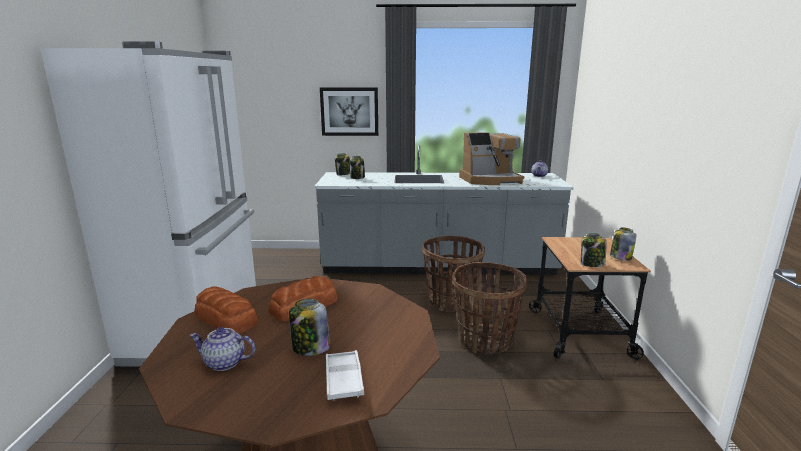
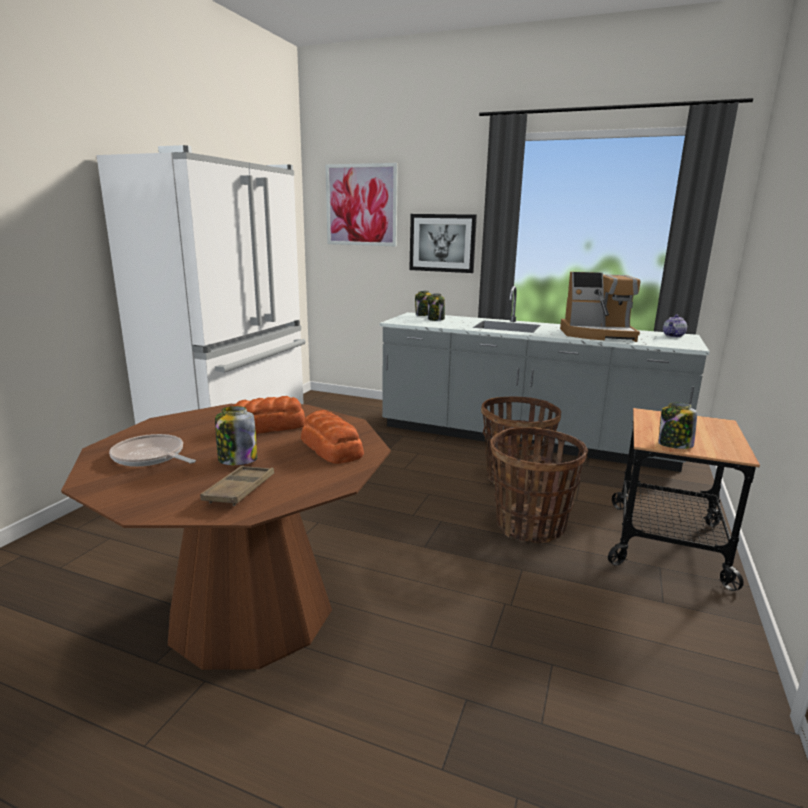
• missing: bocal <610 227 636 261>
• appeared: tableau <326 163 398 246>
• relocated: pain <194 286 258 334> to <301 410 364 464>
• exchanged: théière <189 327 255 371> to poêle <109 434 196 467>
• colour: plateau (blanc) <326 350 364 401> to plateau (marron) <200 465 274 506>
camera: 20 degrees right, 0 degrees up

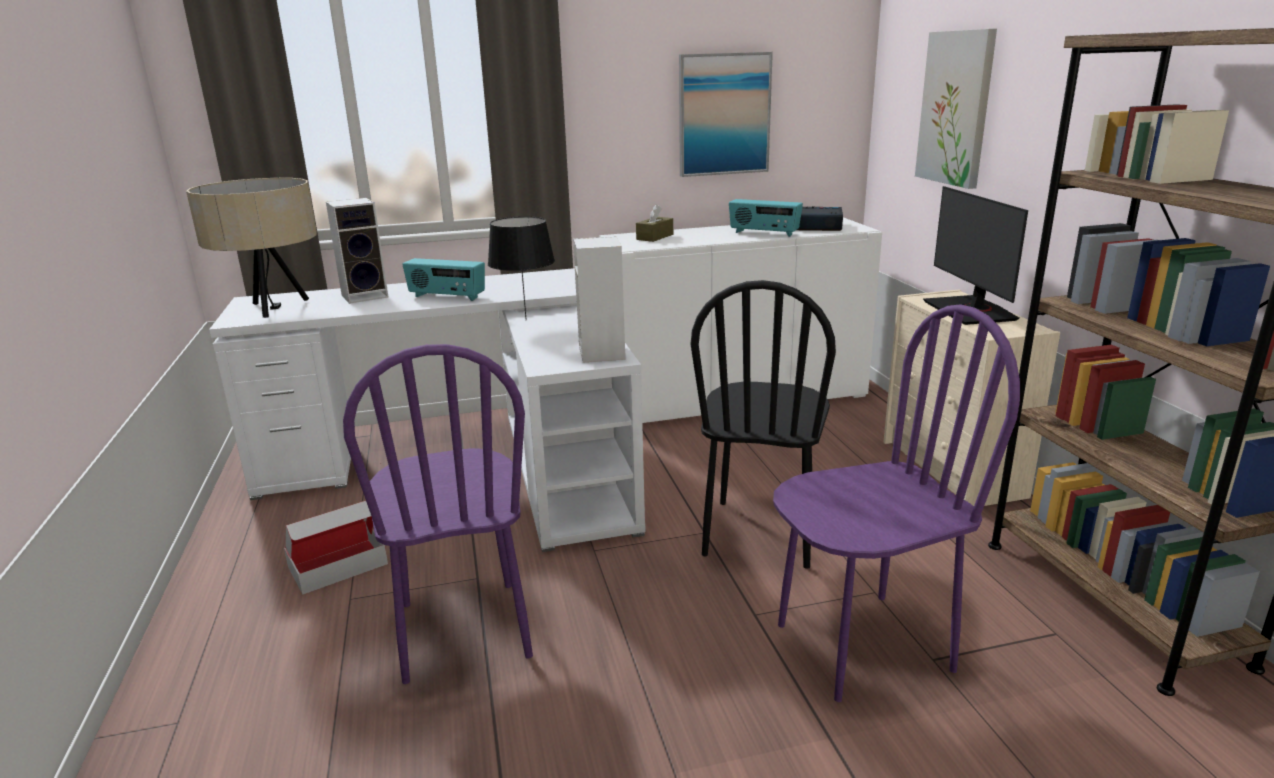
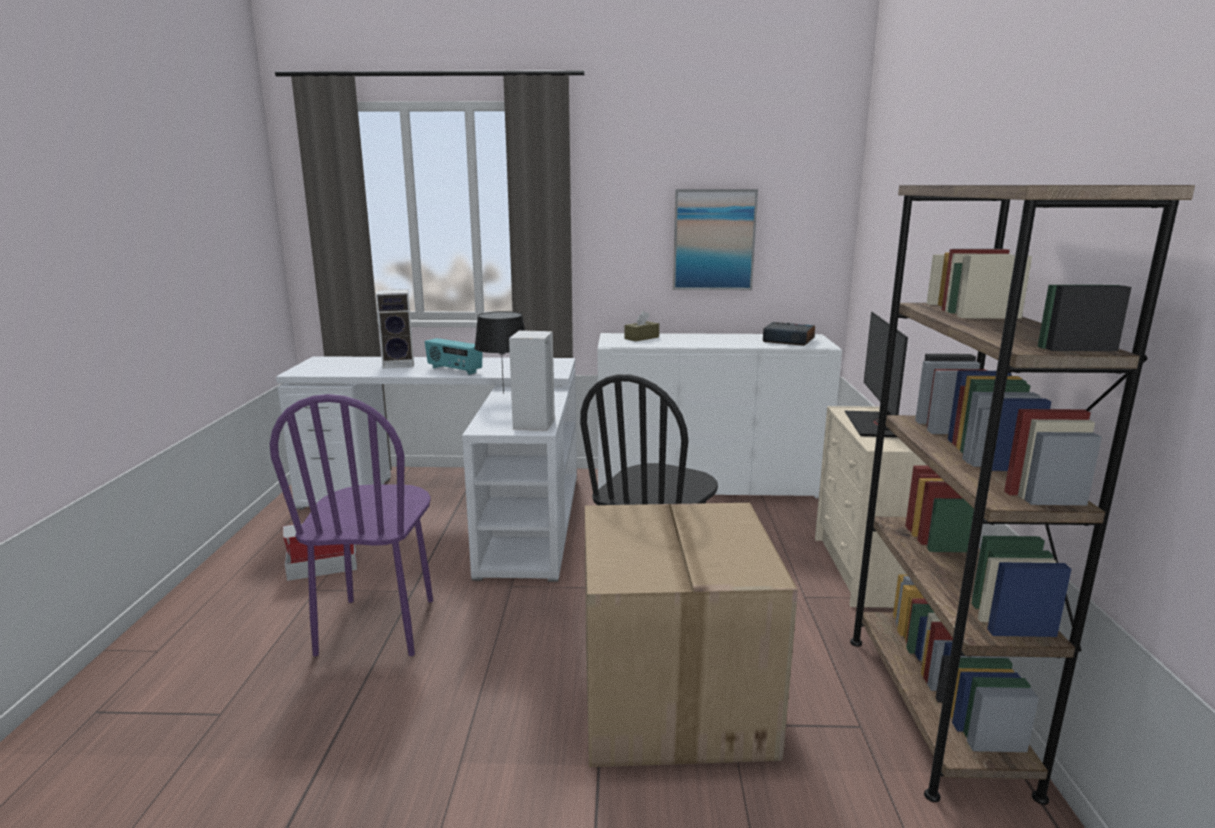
• missing: lampe de table (beige) <186 178 317 318>
• missing: radio <729 199 803 237>
• missing: tableau <915 29 997 189>
• exchanged: chaise (violet) <773 304 1020 702> to carton <585 503 798 767>
camera: 15 degrees right, 5 degrees down

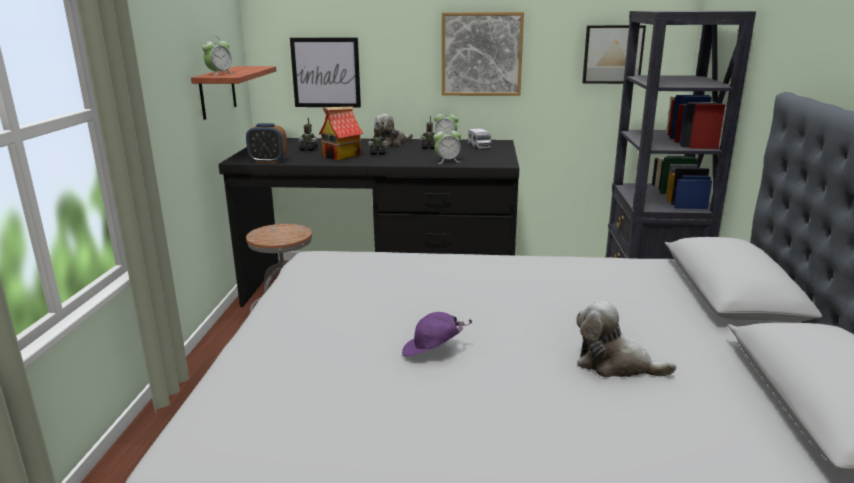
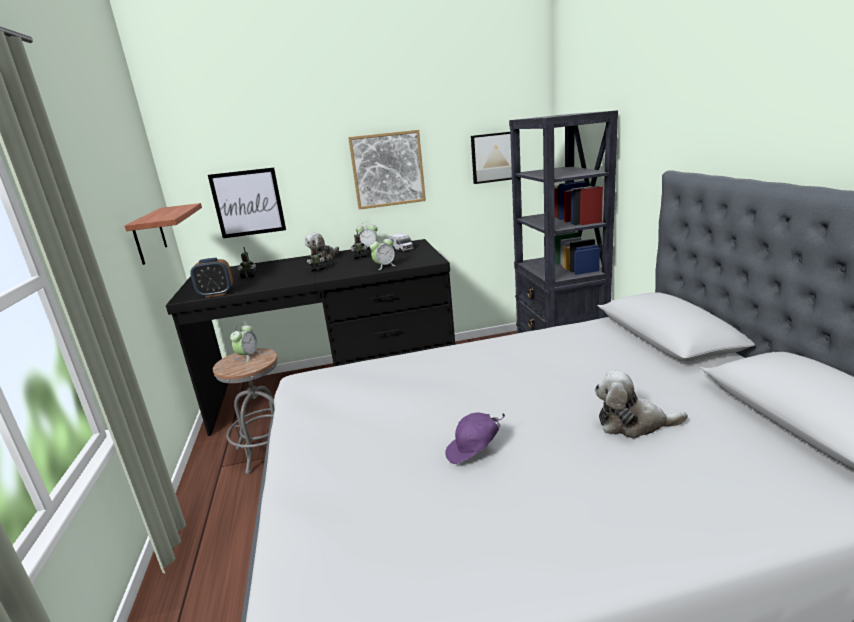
• missing: maison miniature <319 106 363 160>
• relocated: réveil <202 36 234 76> to <230 323 261 362>
camera: 15 degrees left, 0 degrees up

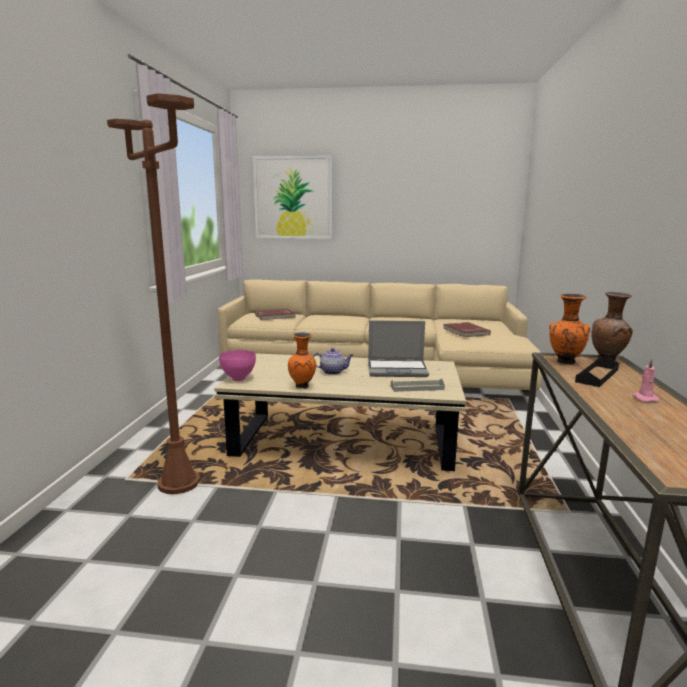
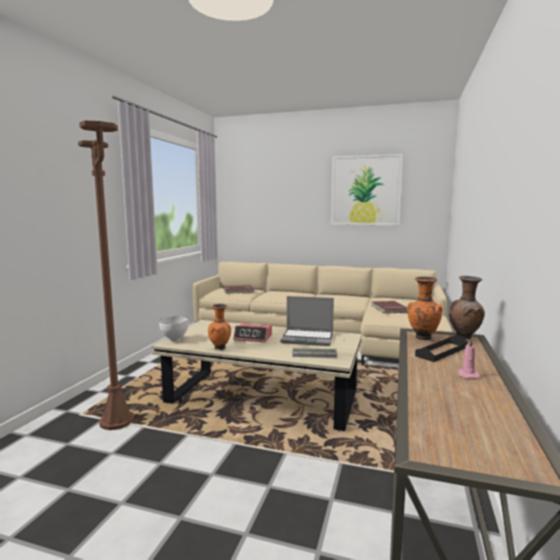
• relocated: tableau <253 156 333 239> to <331 154 403 225>
• exchanged: théière <313 348 353 375> to réveil <233 323 272 342>
• colour: bol (rose) <219 350 256 381> to bol (blanc) <159 316 189 342>
camera: 10 degrees right, 5 degrees down

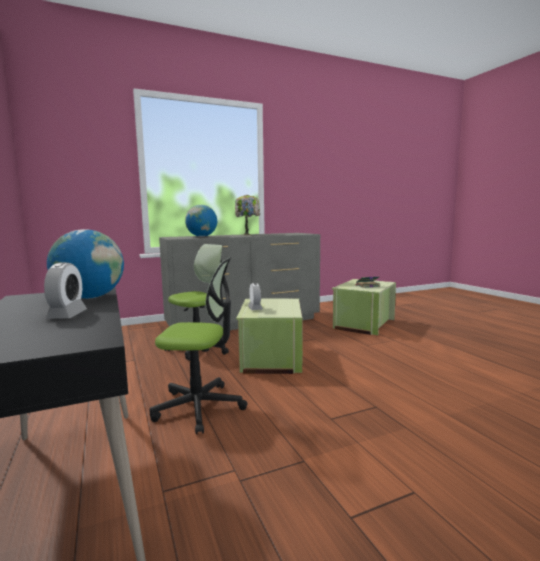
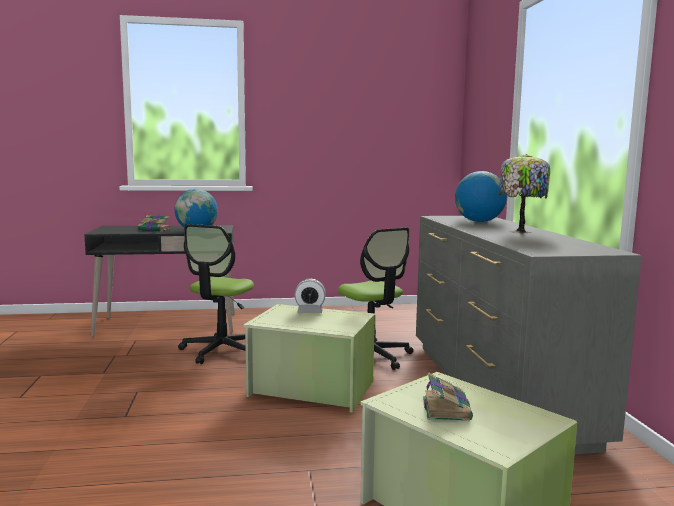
• exchanged: réveil <44 262 87 319> to livre <138 215 171 232>
camera: 105 degrees right, 0 degrees up

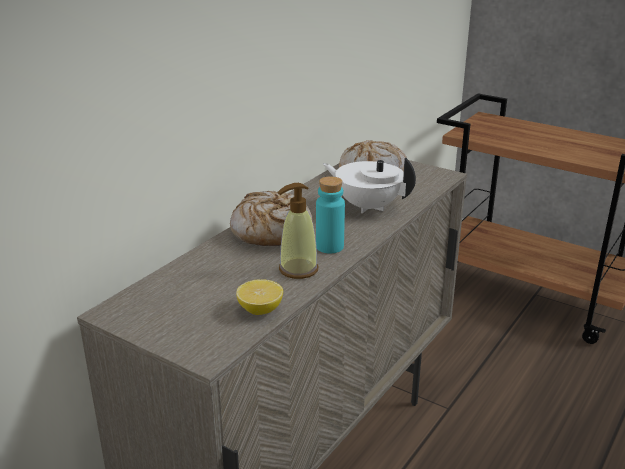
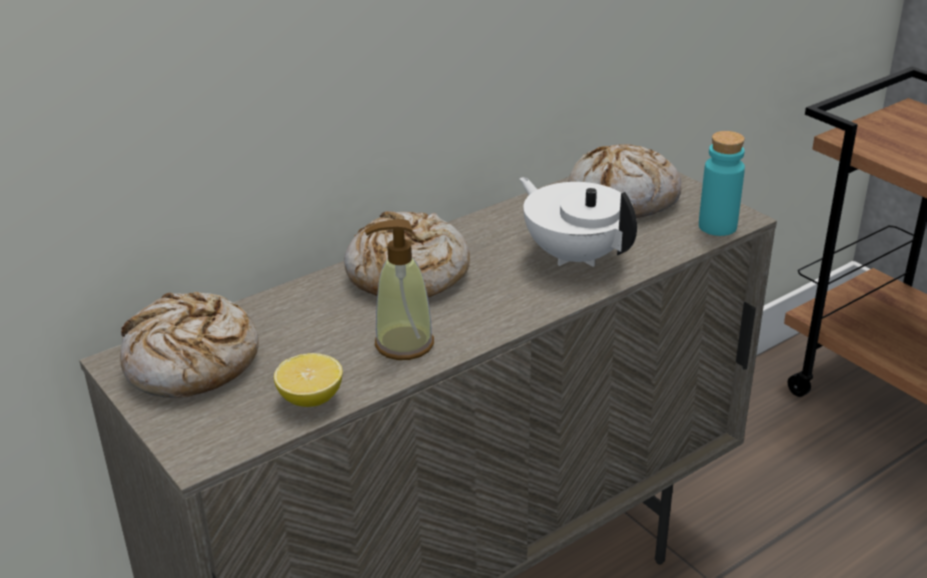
• appeared: pain <120 291 259 398>
• relocated: bouteille (turquoise) <316 176 345 253> to <699 131 745 236>
camera: 20 degrees right, 5 degrees up

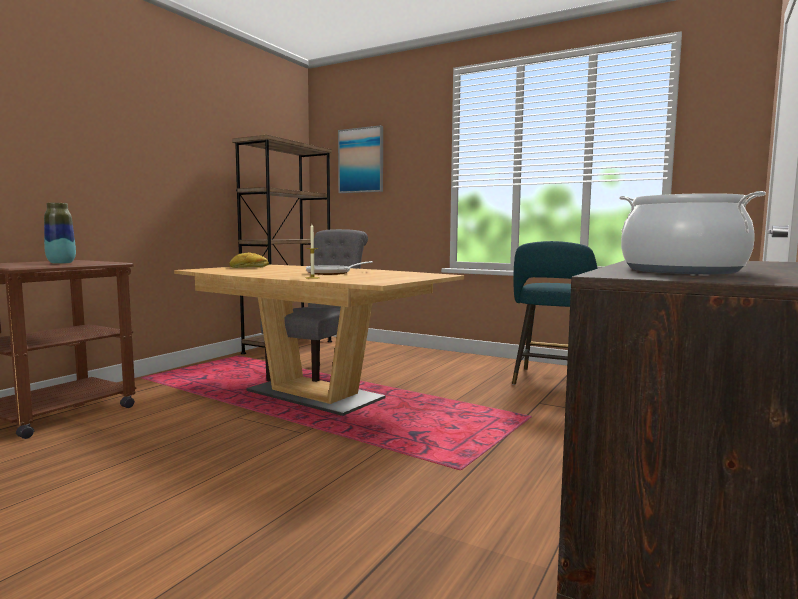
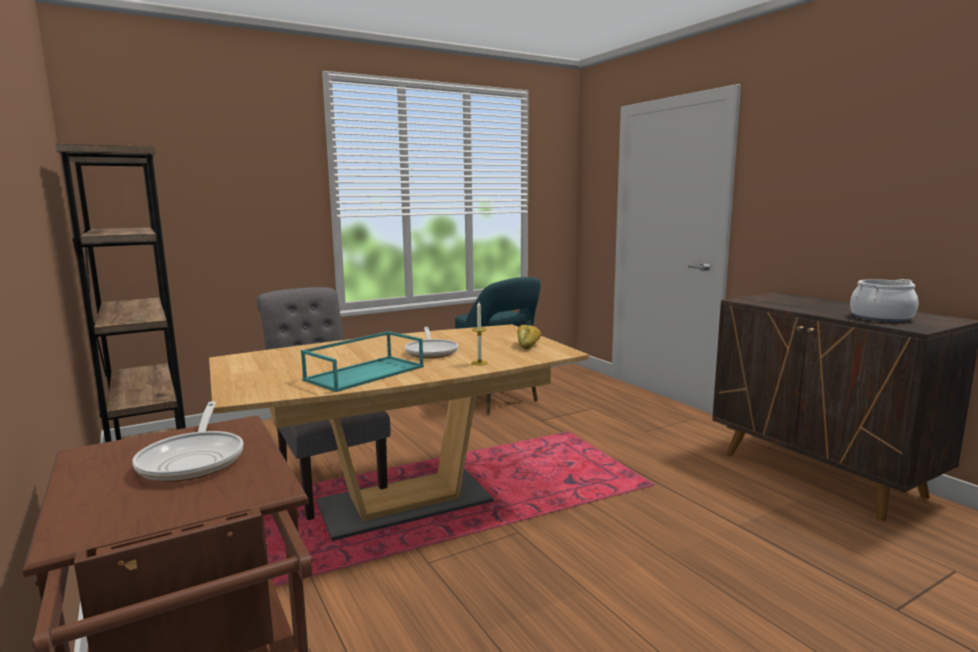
• missing: tableau <338 125 383 193>
• appeared: plateau (turquoise) <301 331 424 392>
• relocated: pain <229 252 269 268> to <517 325 541 349>
• exchanged: vase <44 203 76 264> to poêle <132 401 243 482>
camera: 60 degrees left, 5 degrees up

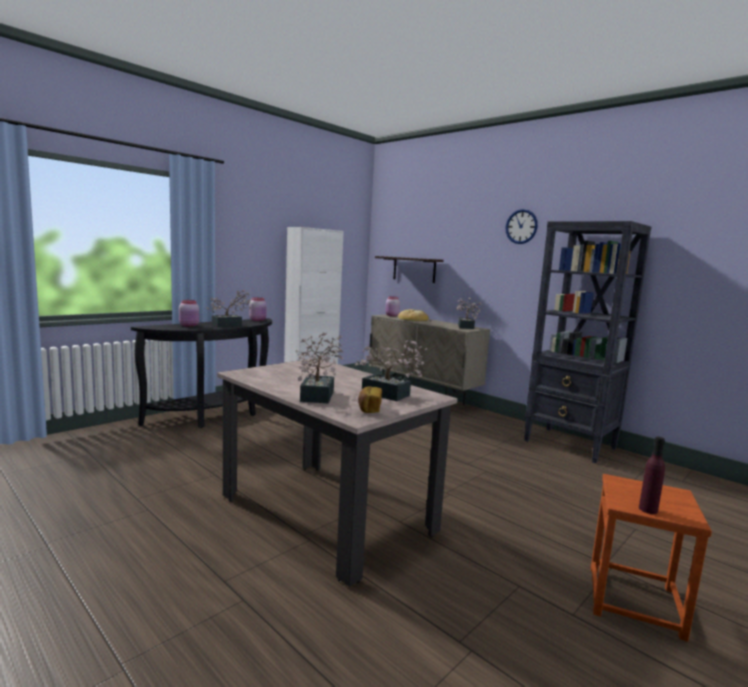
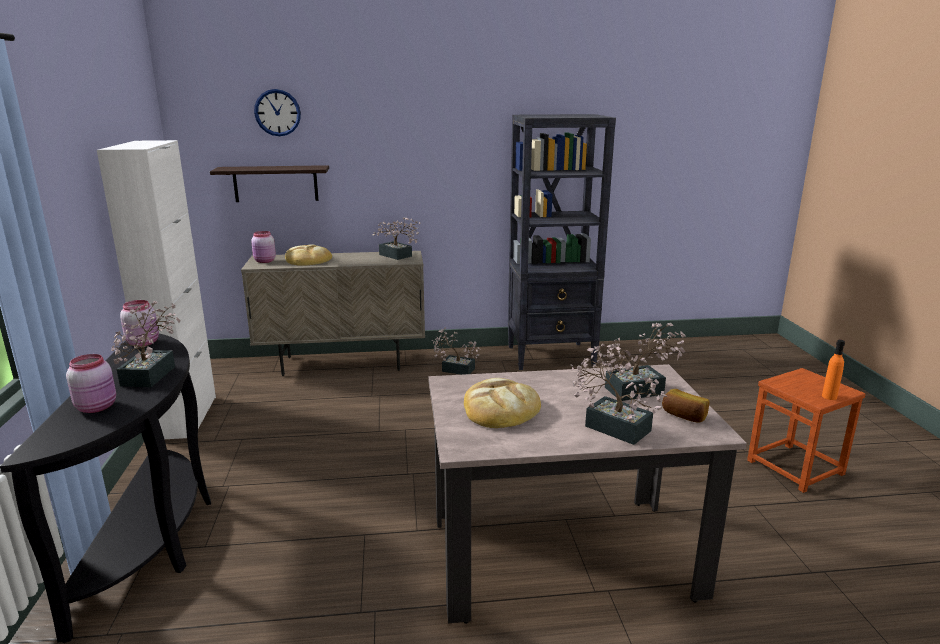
• appeared: plante en pot <432 328 481 375>
• appeared: pain <464 378 541 428>
• relocated: horloge murale <506 209 538 244> to <254 89 301 136>
• colour: bouteille (violet) <639 437 665 514> to bouteille (orange) <822 340 845 400>
camera: 50 degrees left, 10 degrees up

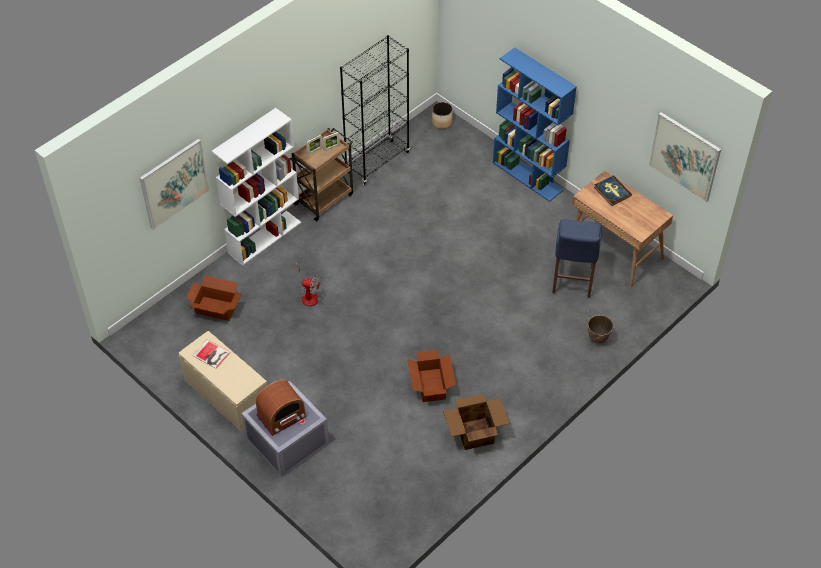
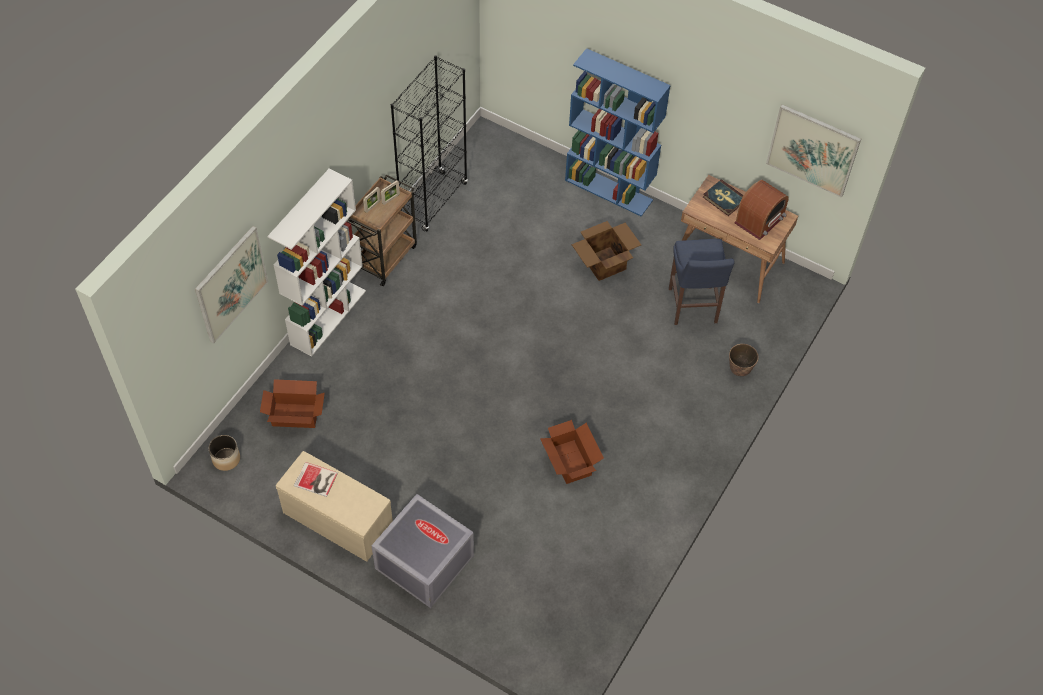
• missing: ventilateur <295 261 320 306>
• relocated: radio <256 380 307 436> to <734 180 789 240>
• relocated: cache-pot <432 102 453 129> to <209 435 240 471>
• relocated: carton <443 394 510 450> to <572 221 641 281>
camera: 15 degrees left, 5 degrees up

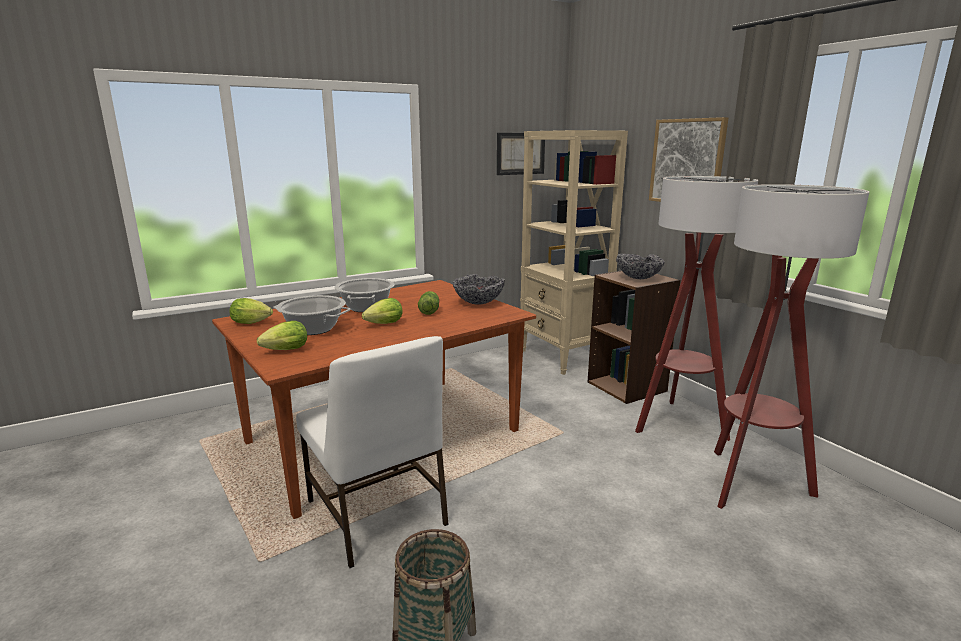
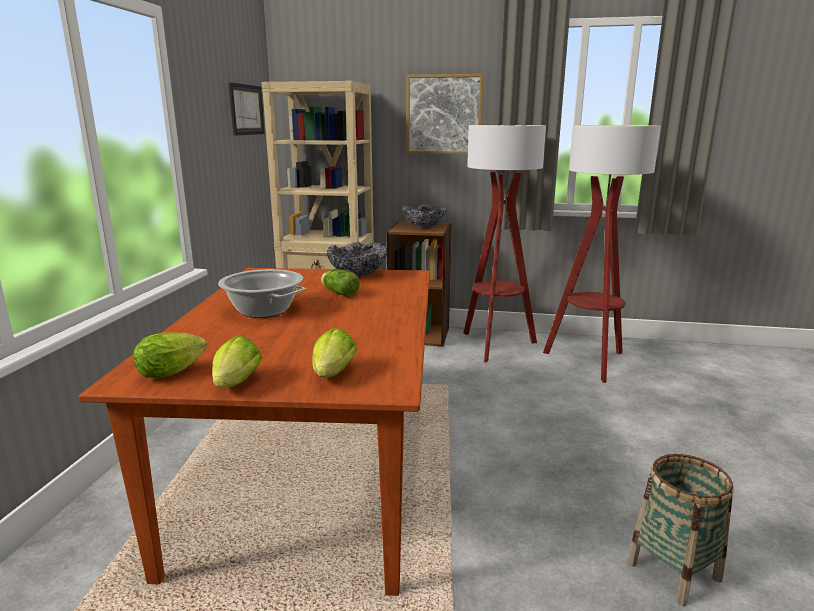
• missing: marmite <273 295 350 335>
• missing: chaise (blanc) <296 336 449 568>
• relocated: laitue <362 298 403 324> to <212 336 262 388>
camera: 50 degrees left, 0 degrees up

